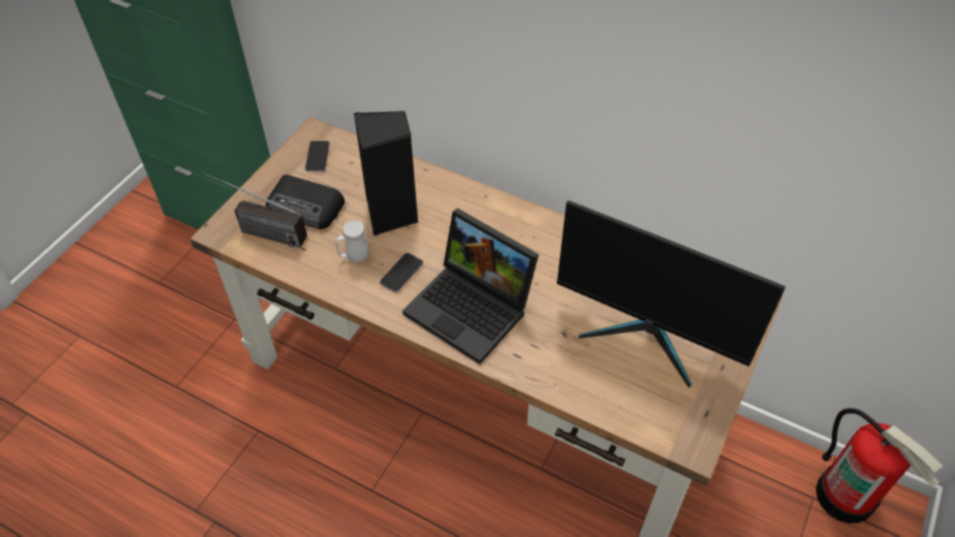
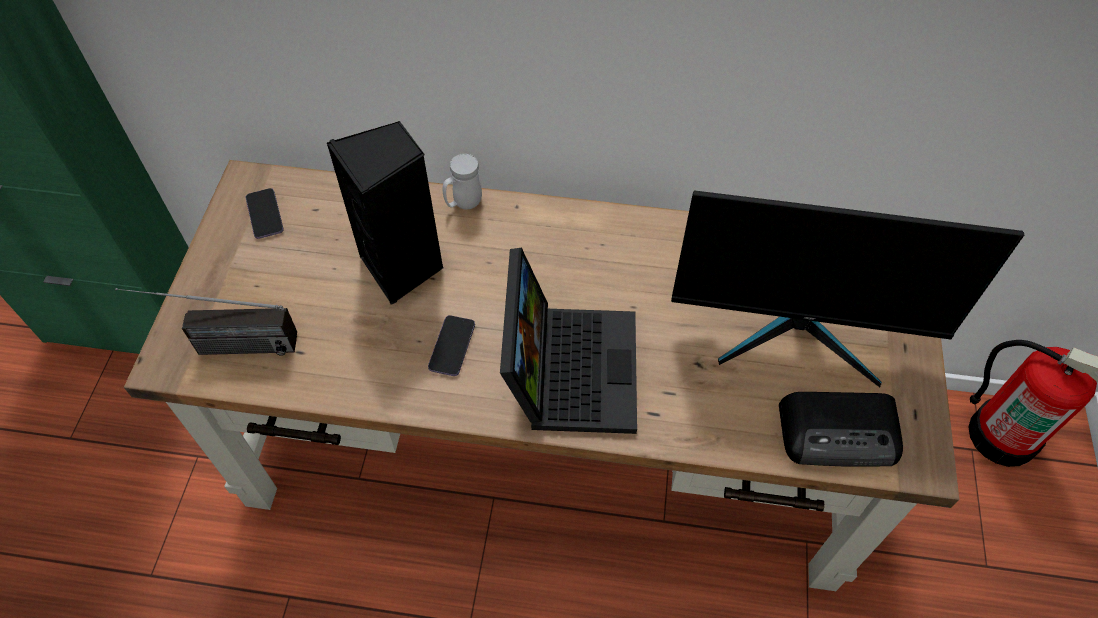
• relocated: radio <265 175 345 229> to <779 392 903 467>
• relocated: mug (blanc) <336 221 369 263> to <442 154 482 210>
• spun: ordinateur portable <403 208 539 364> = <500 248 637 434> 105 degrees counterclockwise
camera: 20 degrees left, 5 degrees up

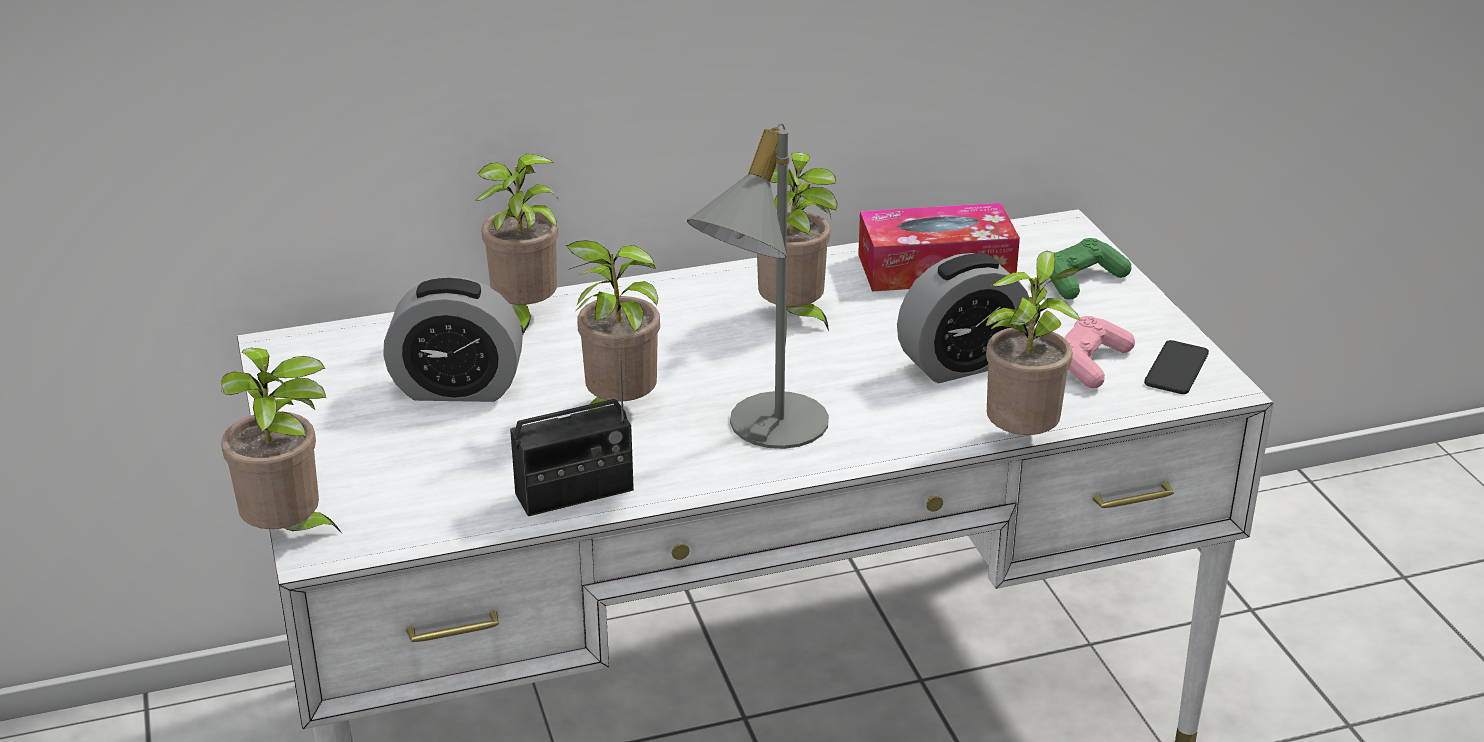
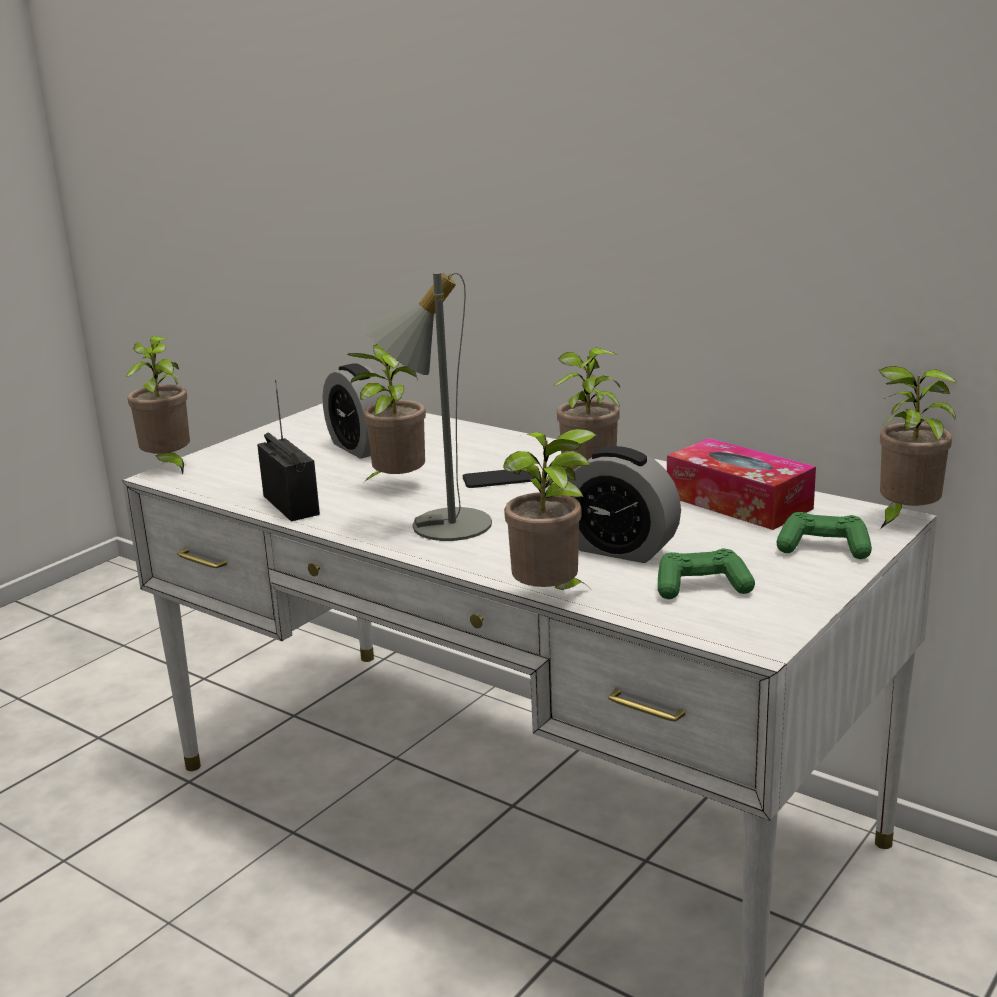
• relocated: plante en pot <475 154 558 334> to <879 366 957 529>
• relocated: téléphone <1144 340 1209 394> to <463 470 535 488>
• colour: manette (rose) <1064 316 1135 388> to manette (vert) <658 548 755 599>
• spun: radio <510 346 634 516> = <257 380 320 522> 150 degrees counterclockwise
camera: 55 degrees right, 10 degrees down

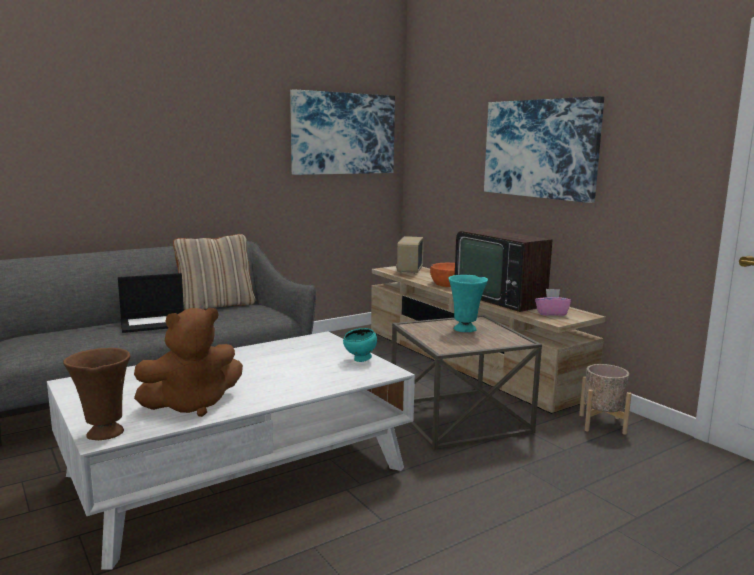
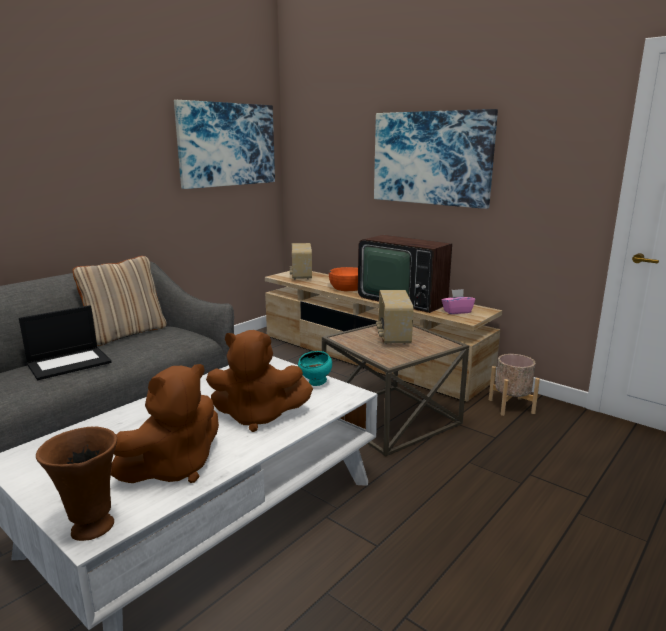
• appeared: peluche (marron) <206 330 313 432>
• exchanged: vase (turquoise) <448 275 488 332> to radio <376 290 414 345>
camera: 15 degrees left, 5 degrees up

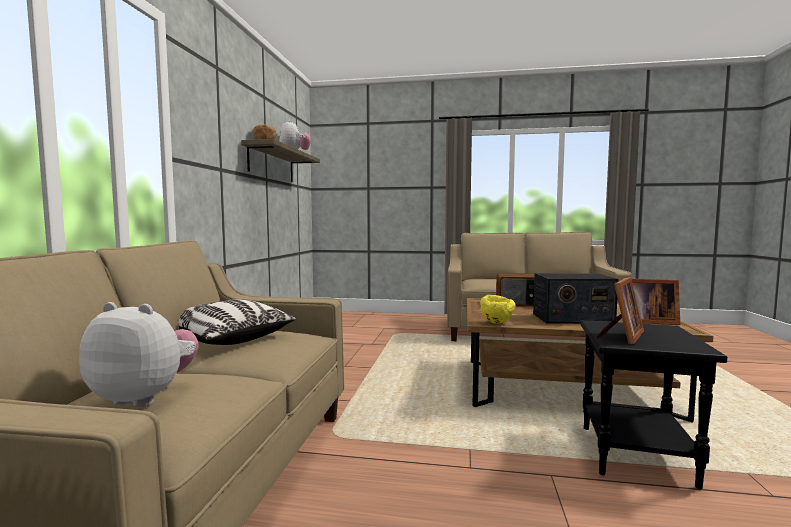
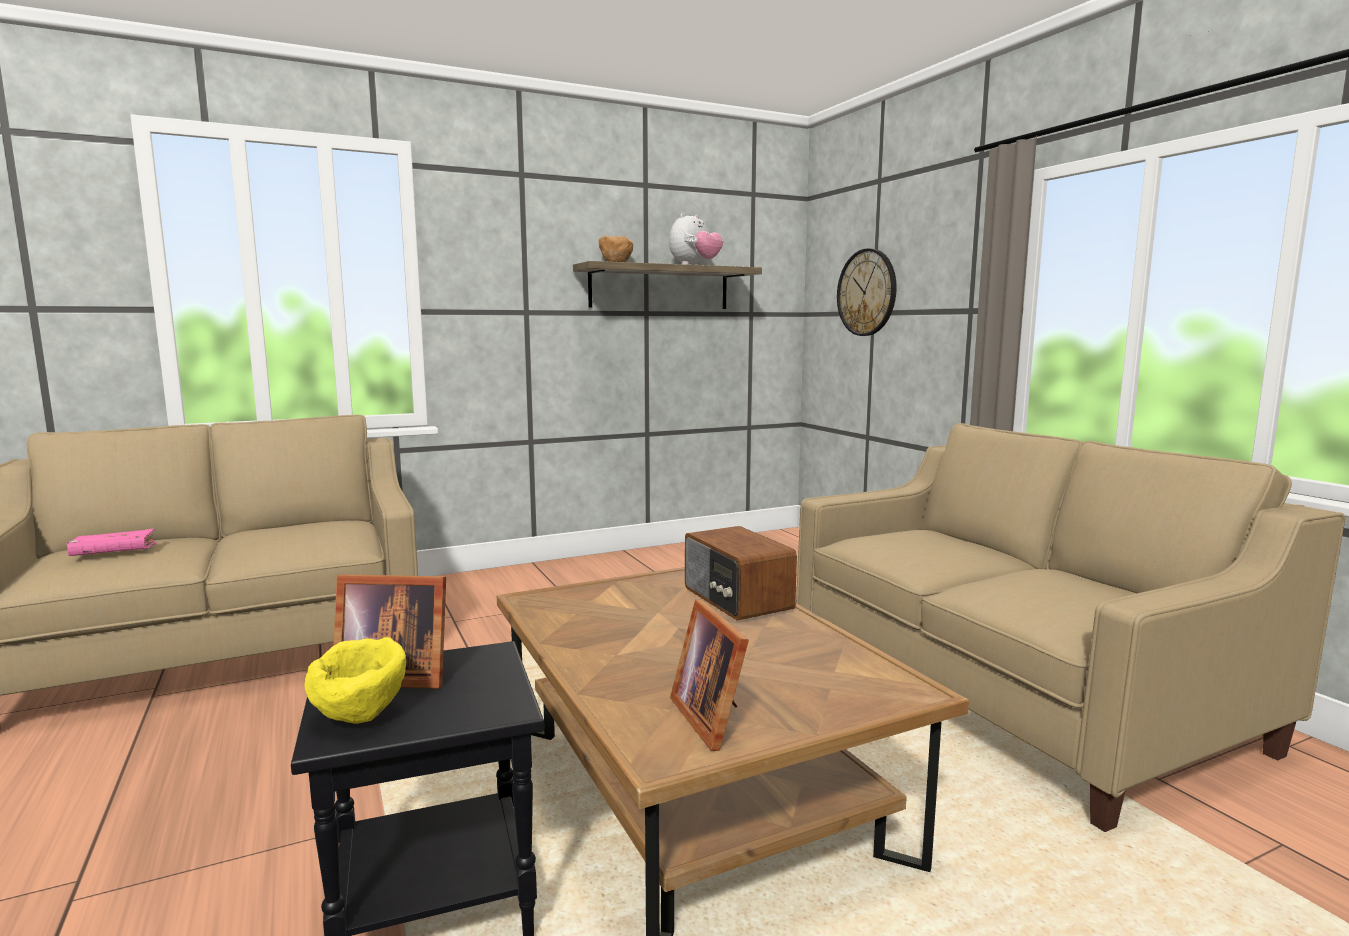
• missing: coussin <179 299 296 345>
• missing: radio <533 273 618 324>
• appeared: horloge murale <837 248 897 336>
• relocated: bol (jaune) <480 295 516 323> to <305 637 407 724>
• exchanged: peluche <79 302 199 408> to livre (rose) <67 529 157 556>
camera: 55 degrees right, 5 degrees up

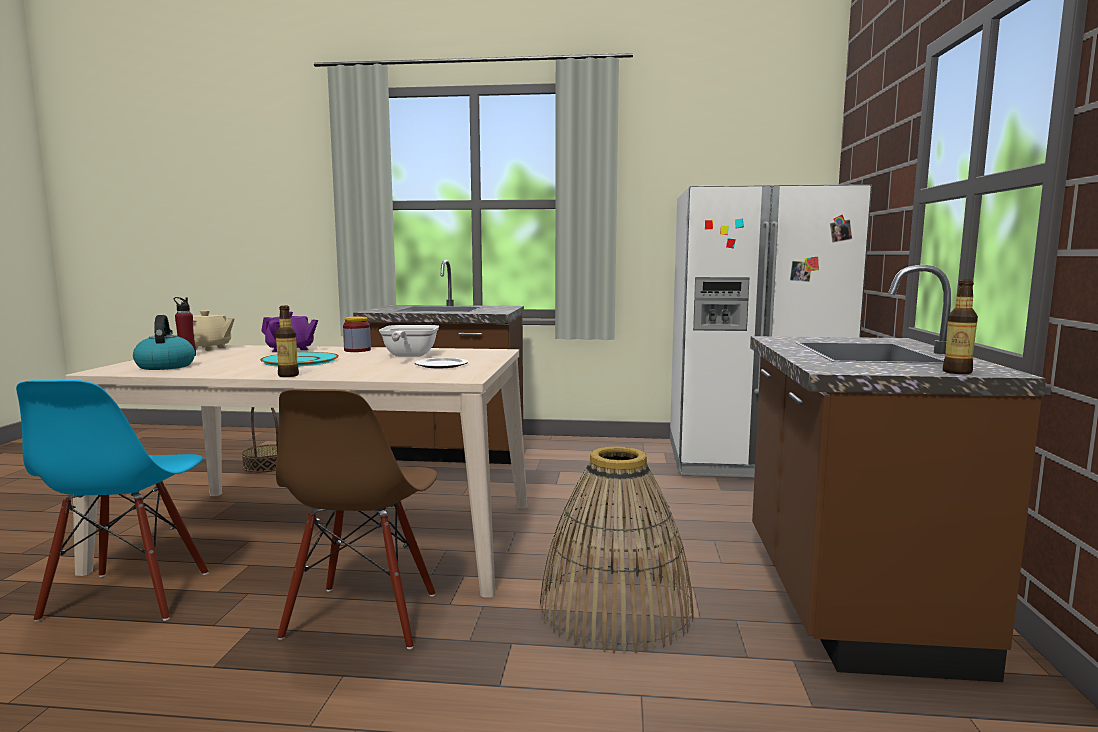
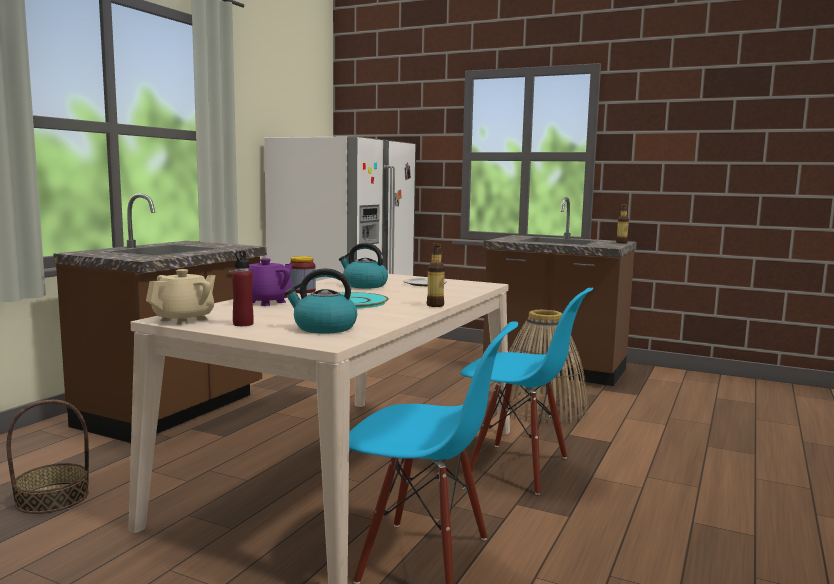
• exchanged: poêle <379 325 439 357> to bouilloire <339 243 388 289>
• colour: chaise (marron) <276 389 437 649> to chaise (bleu) <460 288 593 495>
camera: 70 degrees left, 0 degrees up

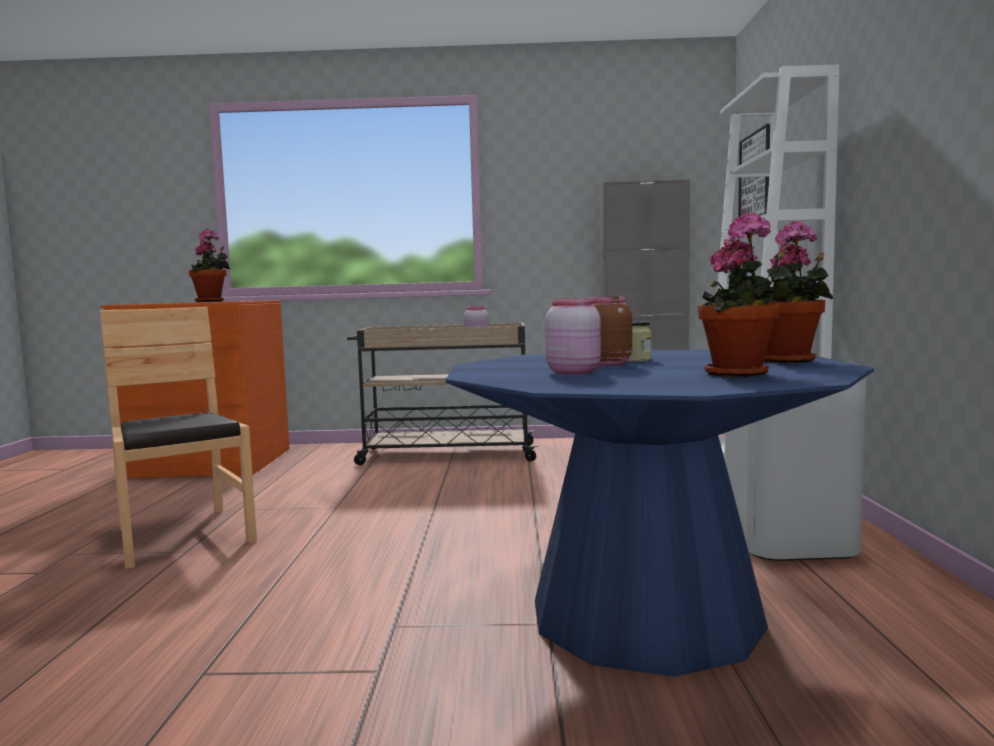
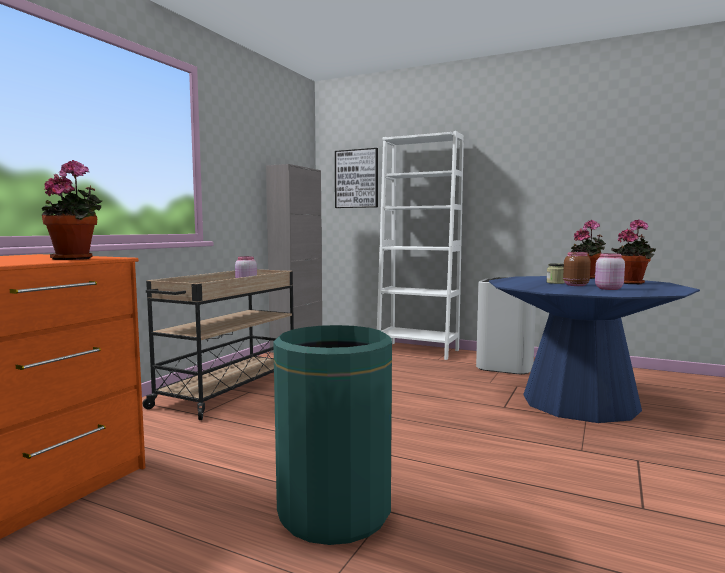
• exchanged: chaise (marron) <100 307 257 569> to poubelle (vert) <273 325 392 545>
camera: 65 degrees left, 0 degrees up

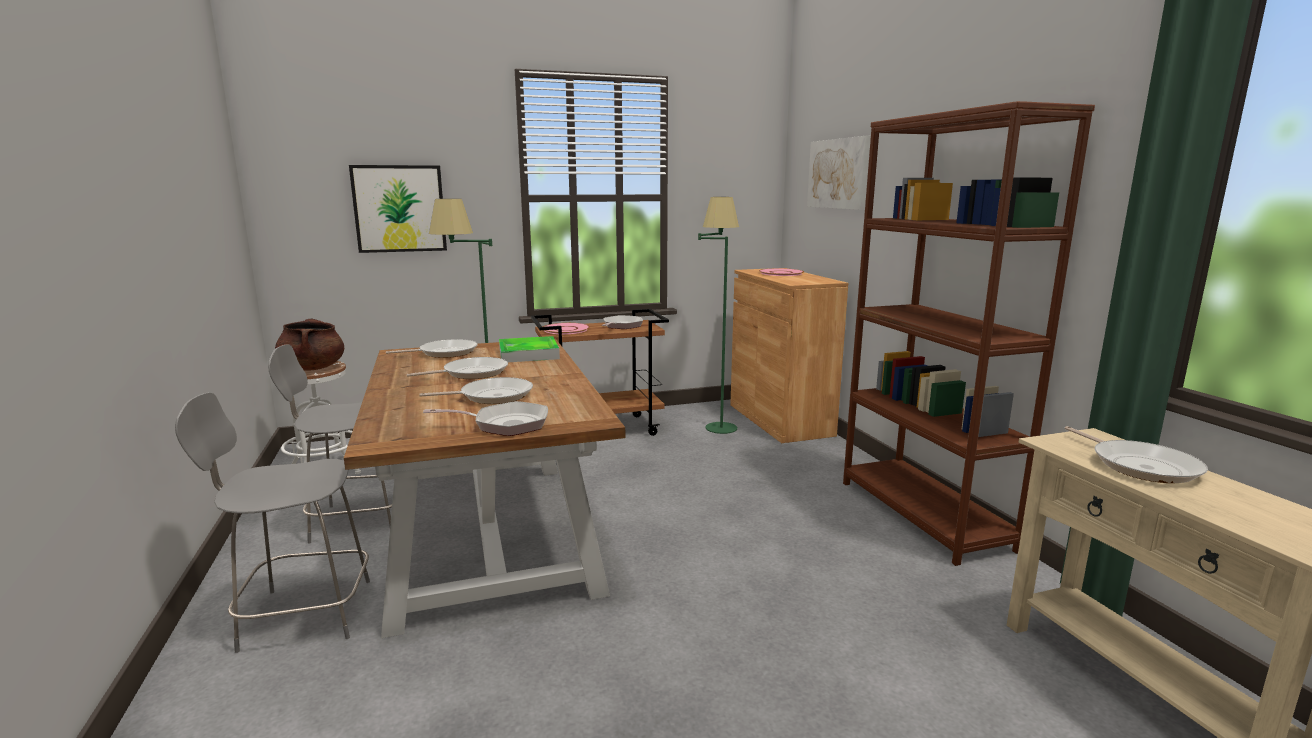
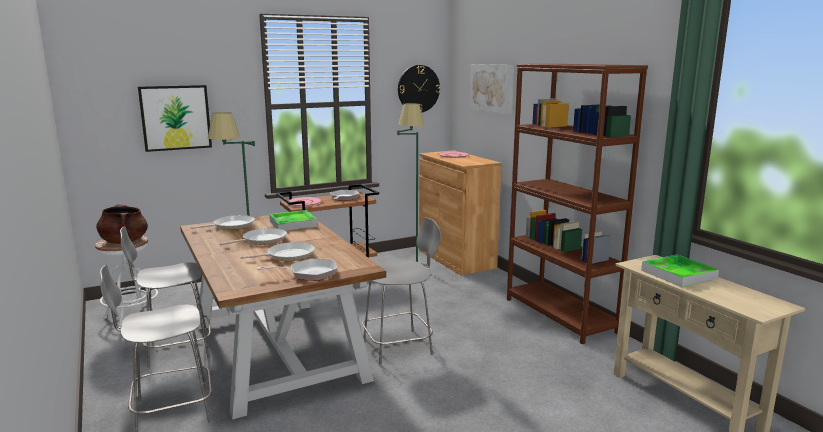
• appeared: chaise (gris) <362 218 441 365>
• appeared: horloge murale <398 65 440 113>
• exchanged: poêle <1065 426 1208 483> to plateau <641 255 719 287>
camera: 10 degrees left, 0 degrees up

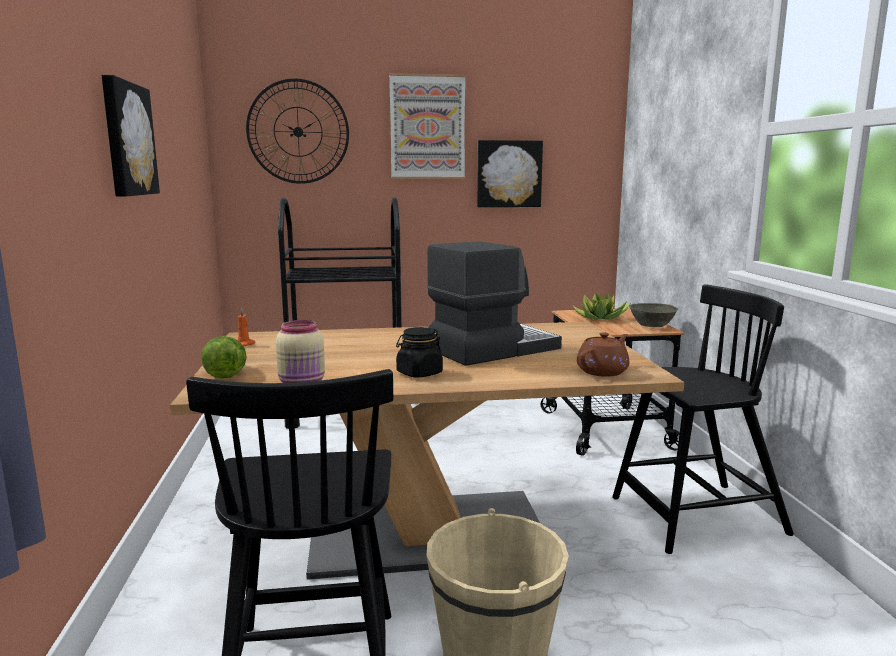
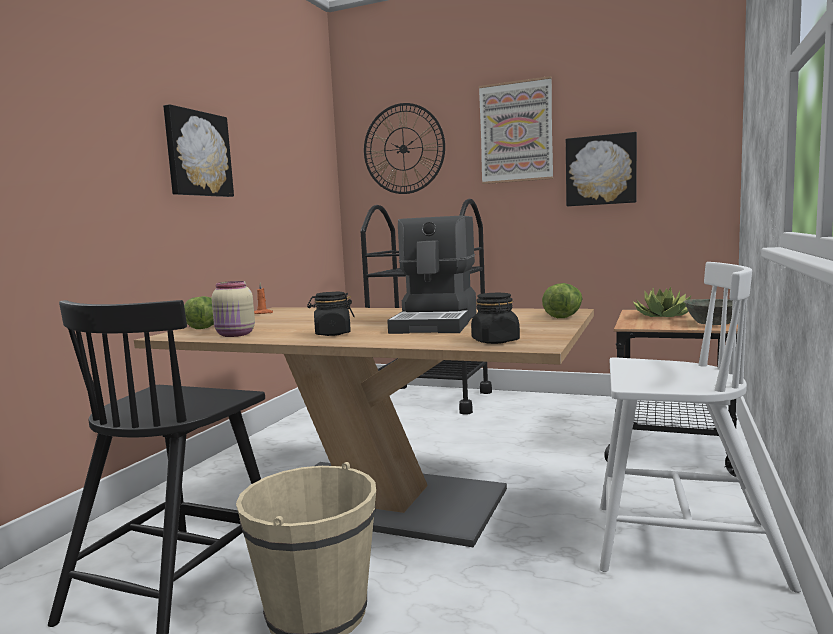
• appeared: laitue <542 283 582 318>
• exchanged: théière (marron) <577 332 629 377> to bocal (noir) <471 293 520 344>
• colour: chaise (noir) <612 284 794 554> to chaise (blanc) <600 262 801 593>
• spun: machine à café <427 241 562 366> = <387 216 476 334> 105 degrees clockwise
camera: 30 degrees right, 5 degrees down

